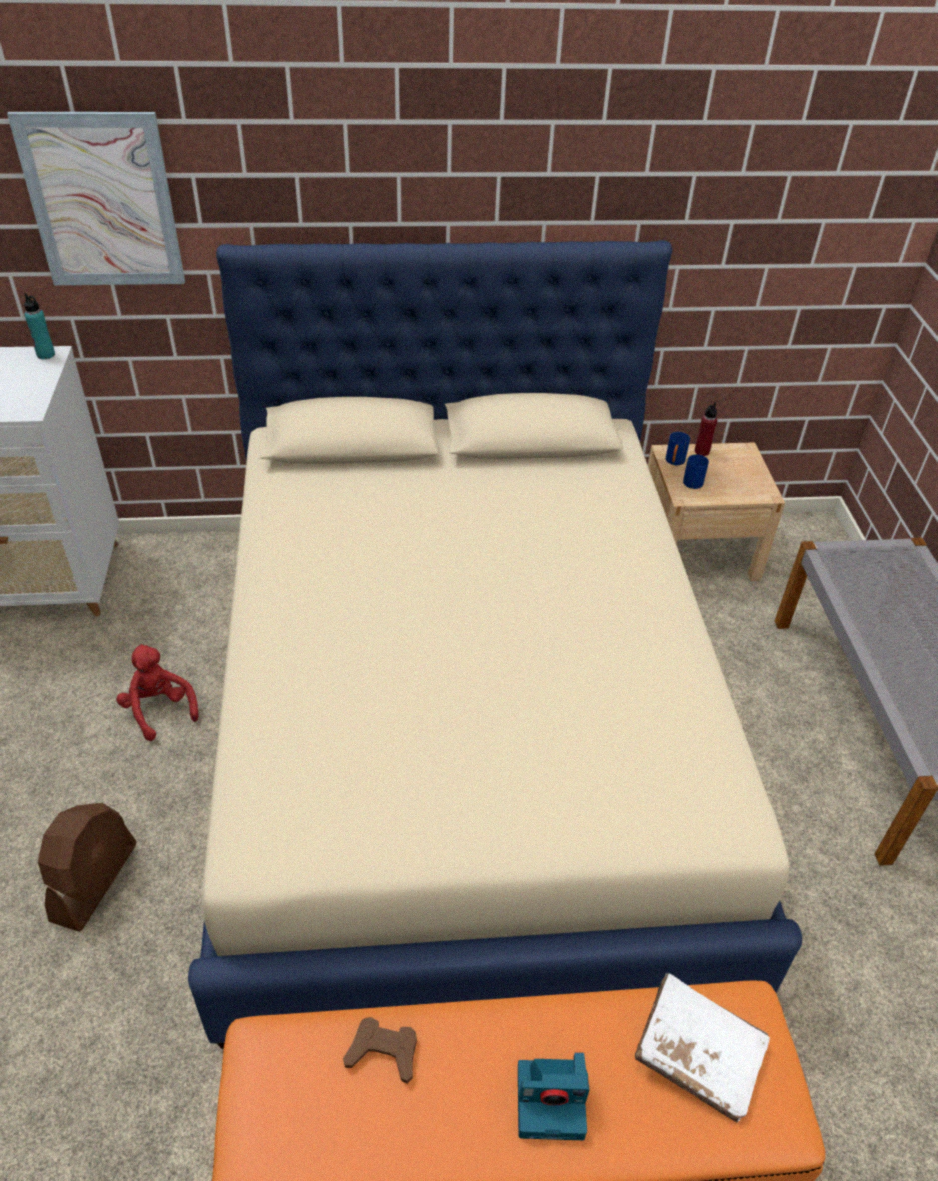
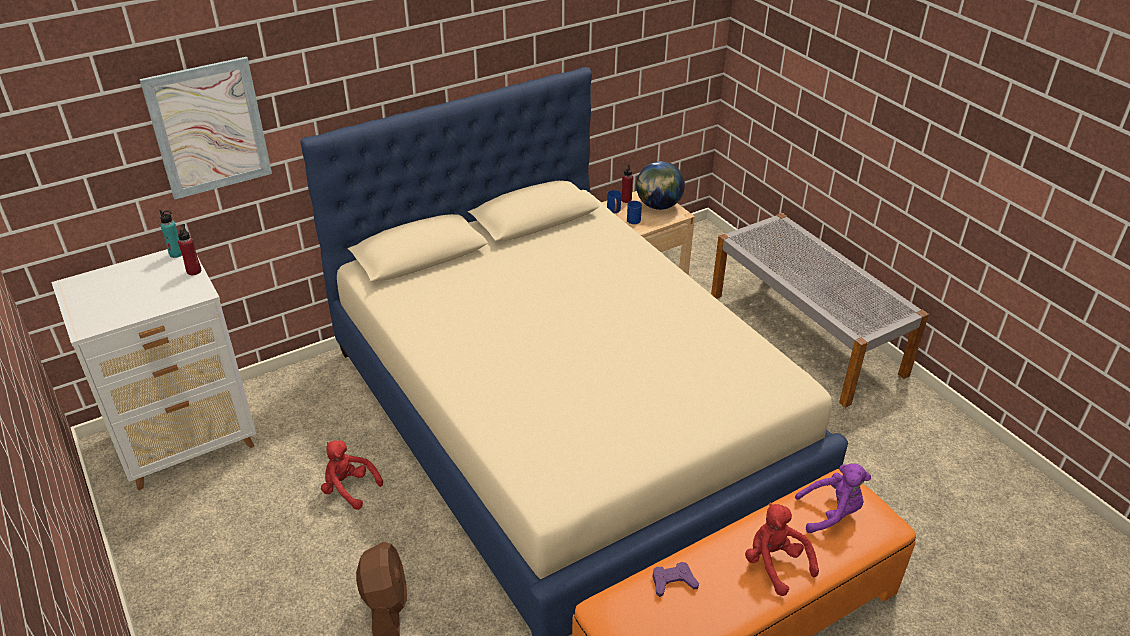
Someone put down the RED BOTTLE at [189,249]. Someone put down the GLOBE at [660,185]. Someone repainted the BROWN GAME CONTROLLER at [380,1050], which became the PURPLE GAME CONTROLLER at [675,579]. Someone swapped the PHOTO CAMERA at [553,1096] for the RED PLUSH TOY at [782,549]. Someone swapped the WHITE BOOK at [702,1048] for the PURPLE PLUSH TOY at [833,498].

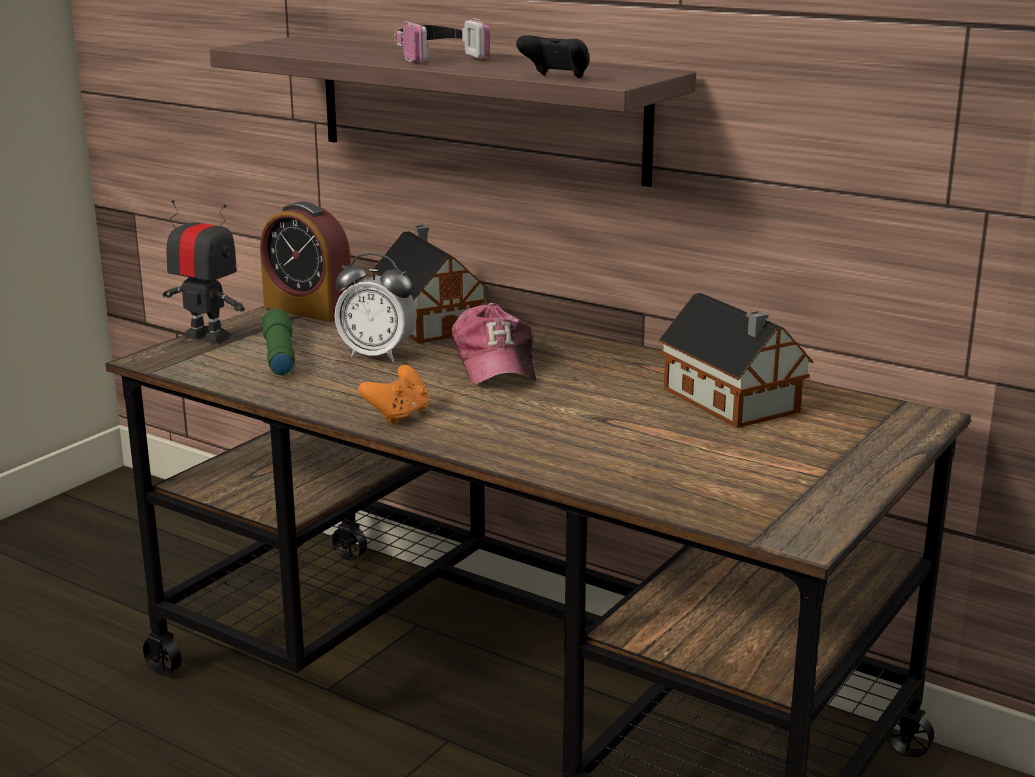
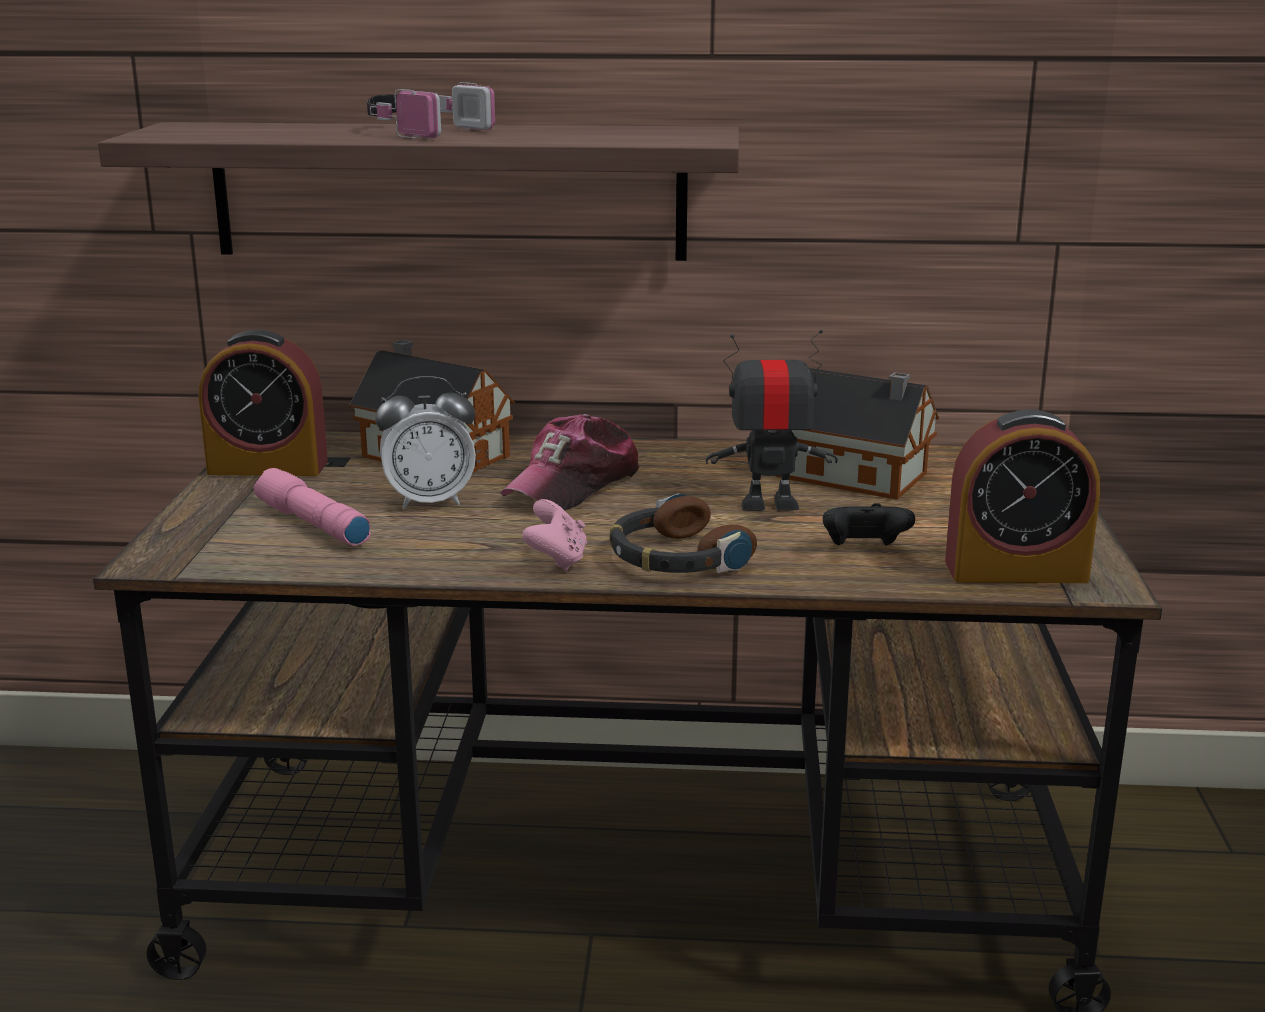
Someone repainted the GREEN FLASHLIGHT at [278,341], which became the PINK FLASHLIGHT at [312,507]. Someone rotated the CAP at [493,344] by 75 degrees clockwise. Someone repainted the ORANGE GAME CONTROLLER at [393,395], which became the PINK GAME CONTROLLER at [554,535]. Someone put down the HEADPHONES at [683,533]. Someone carried the TOY ROBOT from [204,272] to [772,420]. Someone carried the BLACK GAME CONTROLLER from [552,56] to [869,524]. Someone put down the ALARM CLOCK at [1022,496].

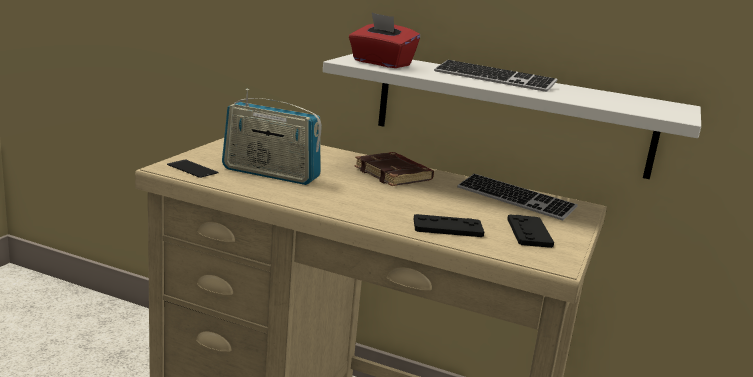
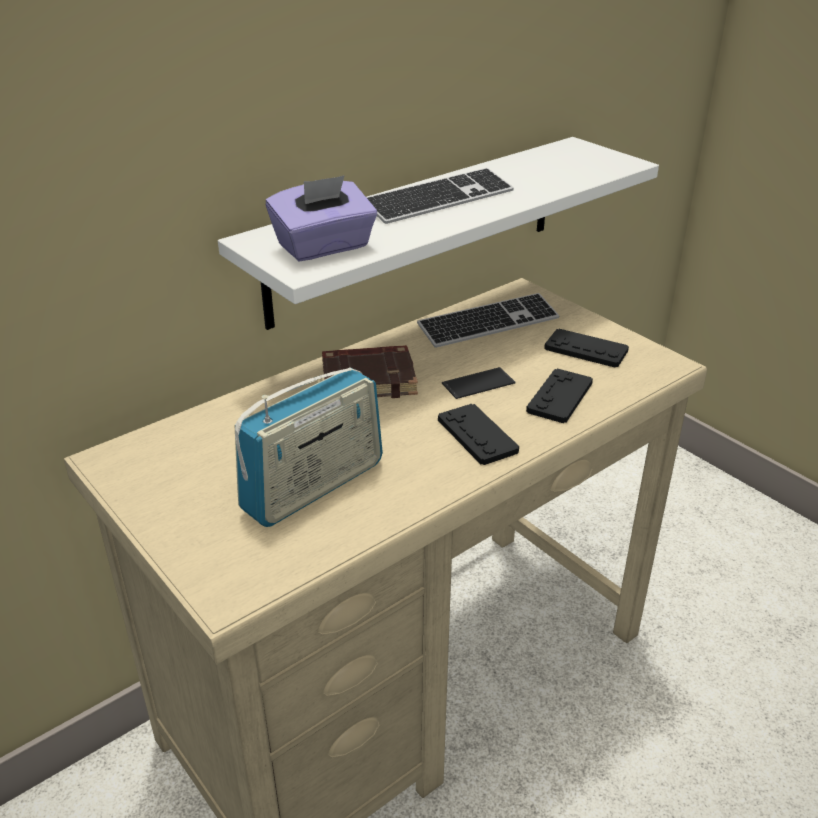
Someone repainted the RED TISSUE BOX at [384,40], which became the PURPLE TISSUE BOX at [321,218]. Someone put down the BLACK GAME CONTROLLER at [478,434]. Someone carried the PHONE from [192,168] to [479,383].

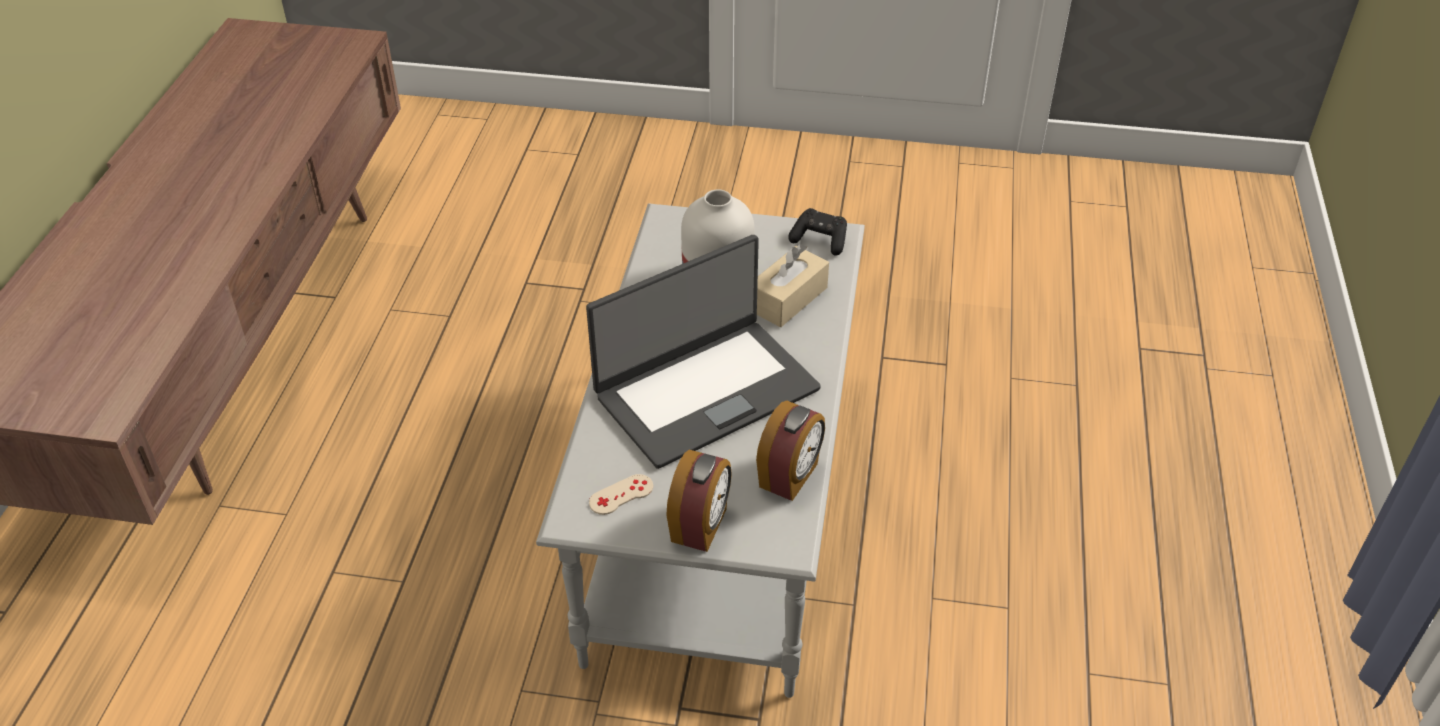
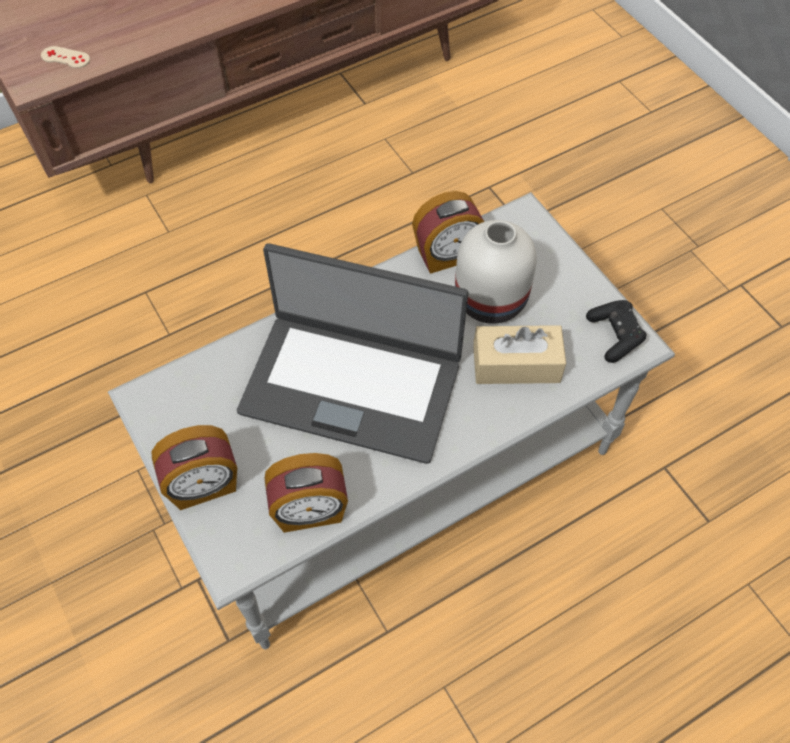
Someone carried the BEIGE GAME CONTROLLER from [621,494] to [65,57]. Someone put down the ALARM CLOCK at [448,232].

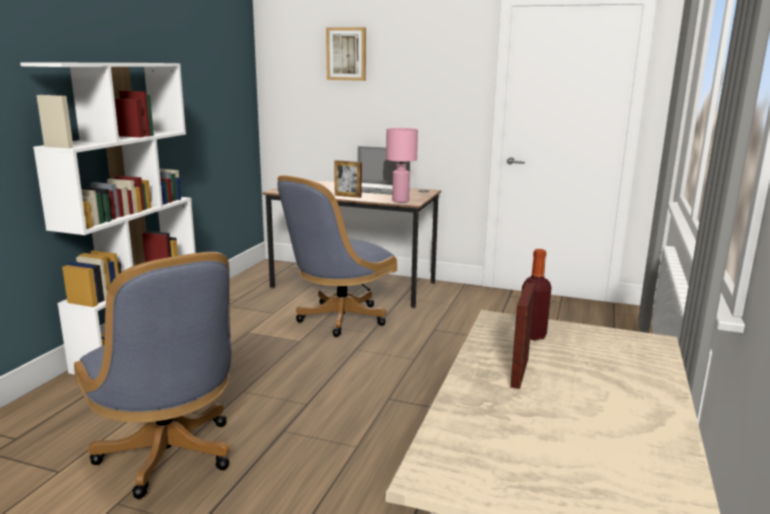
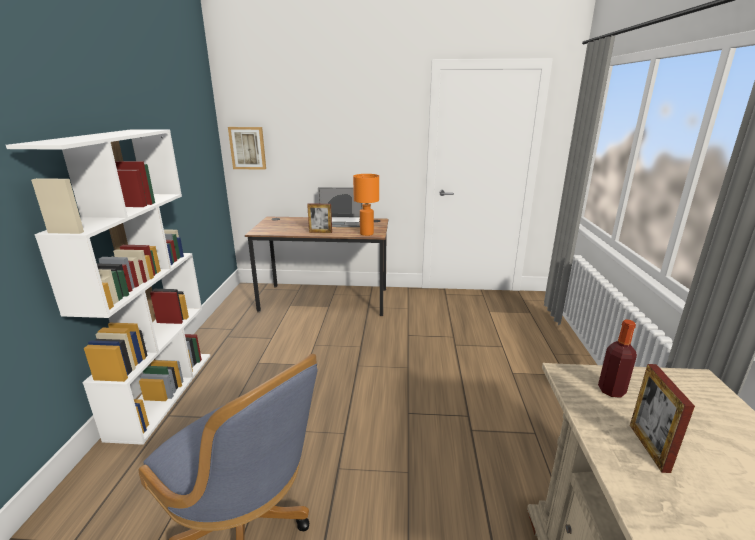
Someone carried the PICTURE from [346,54] to [247,148]. Someone repainted the PINK TABLE LAMP at [402,165], which became the ORANGE TABLE LAMP at [366,205]. Someone took away the BLUE OFFICE CHAIR at [337,256].

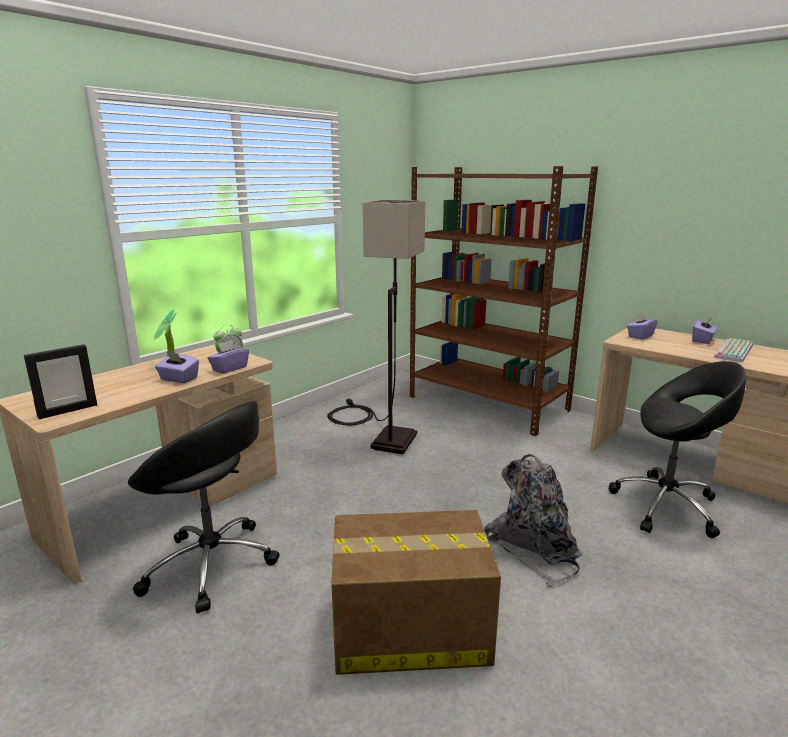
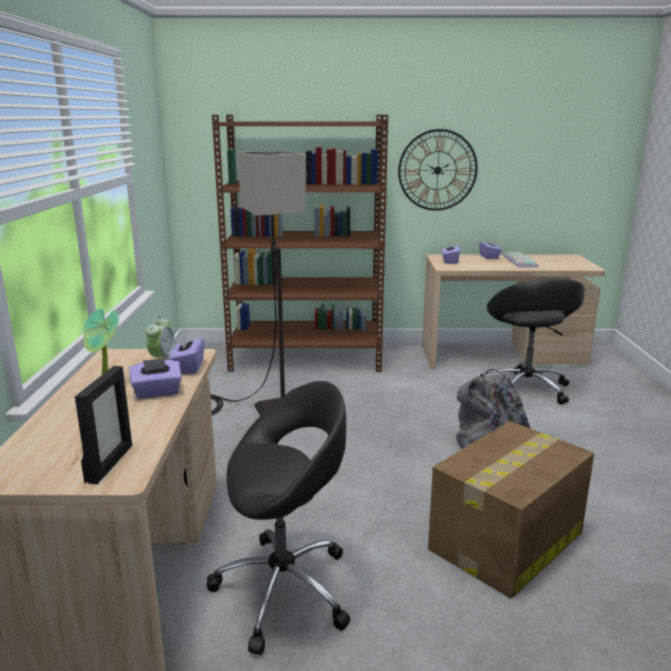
Someone put up the WALL CLOCK at [438,170]. Someone rotated the BLACK OFFICE CHAIR at [677,449] by 105 degrees clockwise.

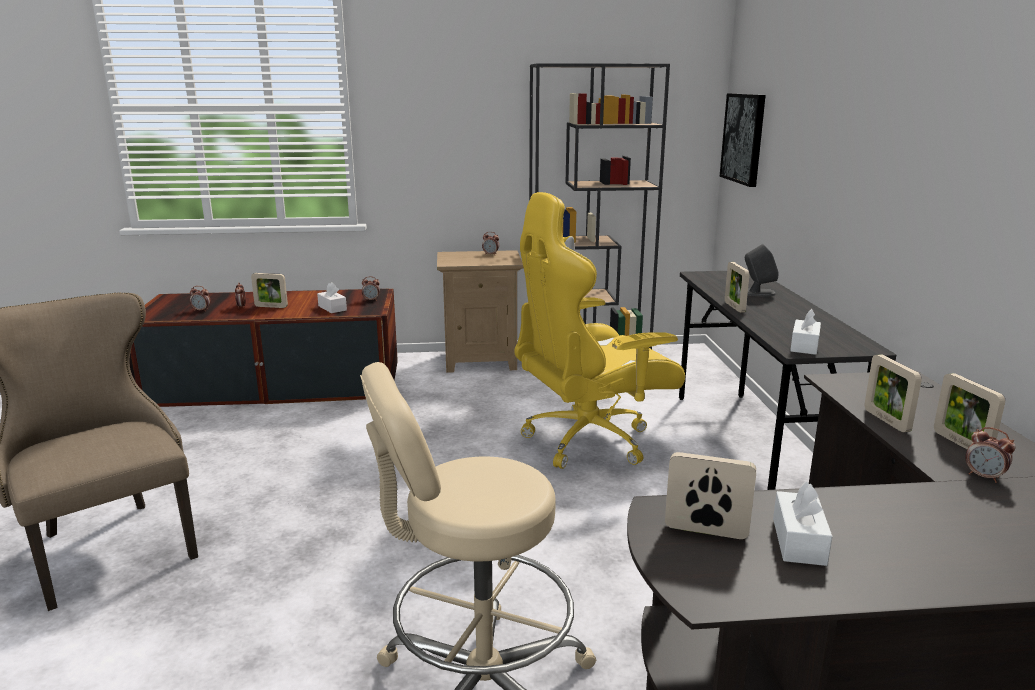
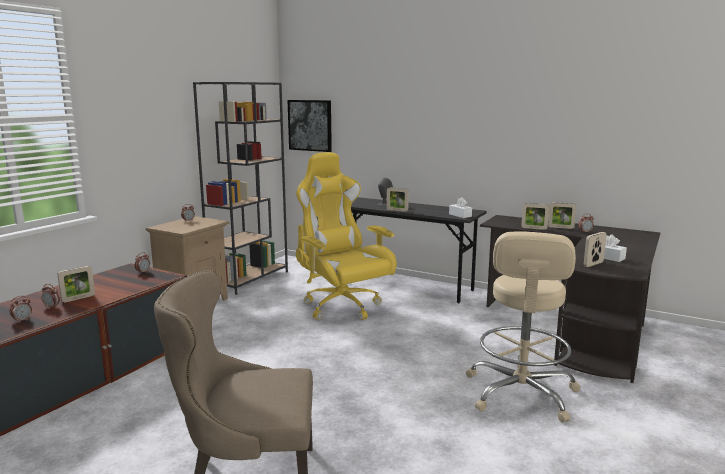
Someone rotated the YELLOW OFFICE CHAIR at [599,330] by 135 degrees clockwise. Someone took away the WHITE TISSUE BOX at [332,297].

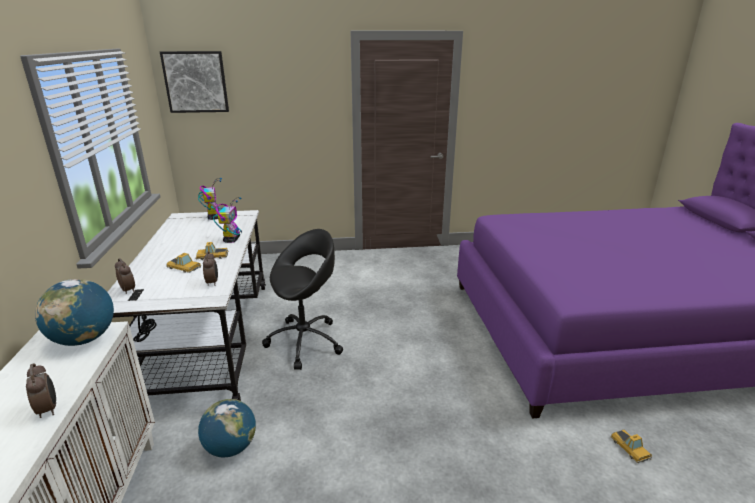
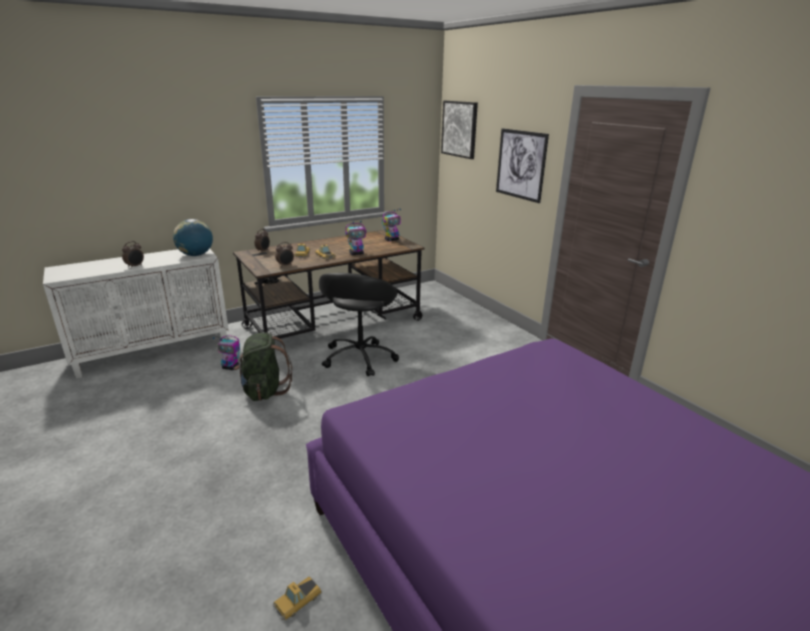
Someone swapped the GLOBE at [227,428] for the TOY ROBOT at [226,353]. Someone repainted the WHITE DESK at [187,305], which became the BROWN DESK at [328,284]. Someone put down the GREEN BACKPACK at [263,366]. Someone rotated the BLACK OFFICE CHAIR at [302,299] by 60 degrees clockwise. Someone put up the PICTURE at [522,165].

